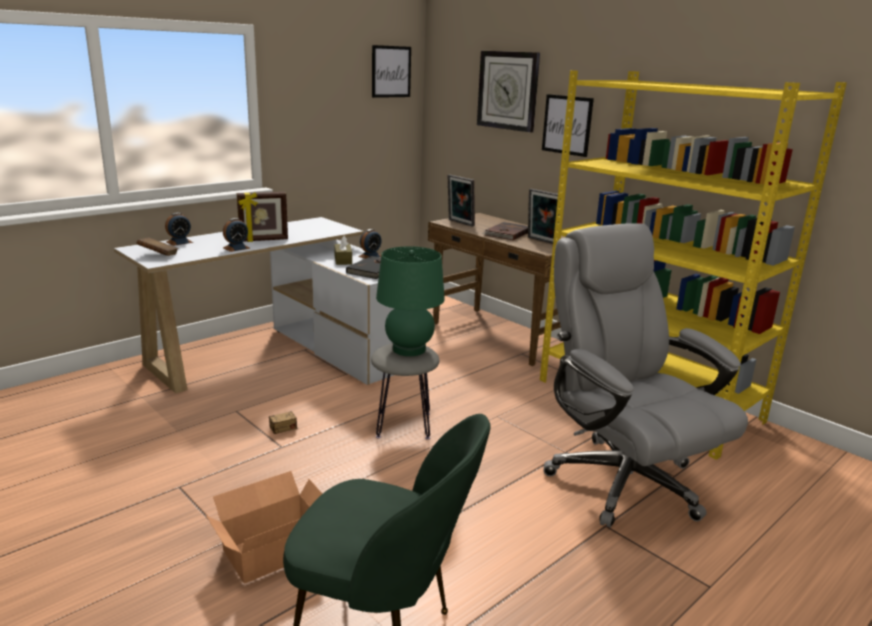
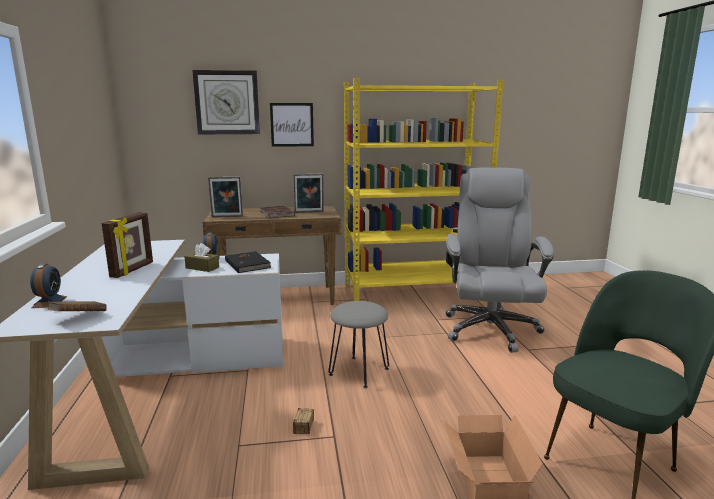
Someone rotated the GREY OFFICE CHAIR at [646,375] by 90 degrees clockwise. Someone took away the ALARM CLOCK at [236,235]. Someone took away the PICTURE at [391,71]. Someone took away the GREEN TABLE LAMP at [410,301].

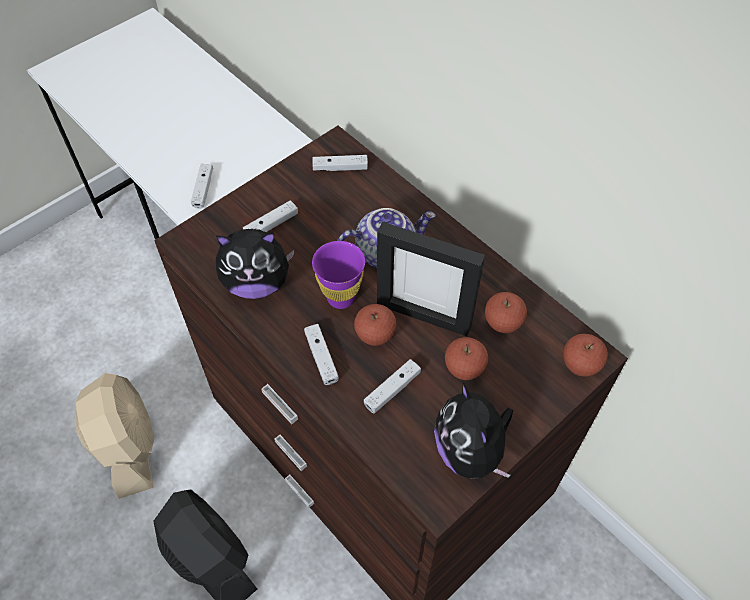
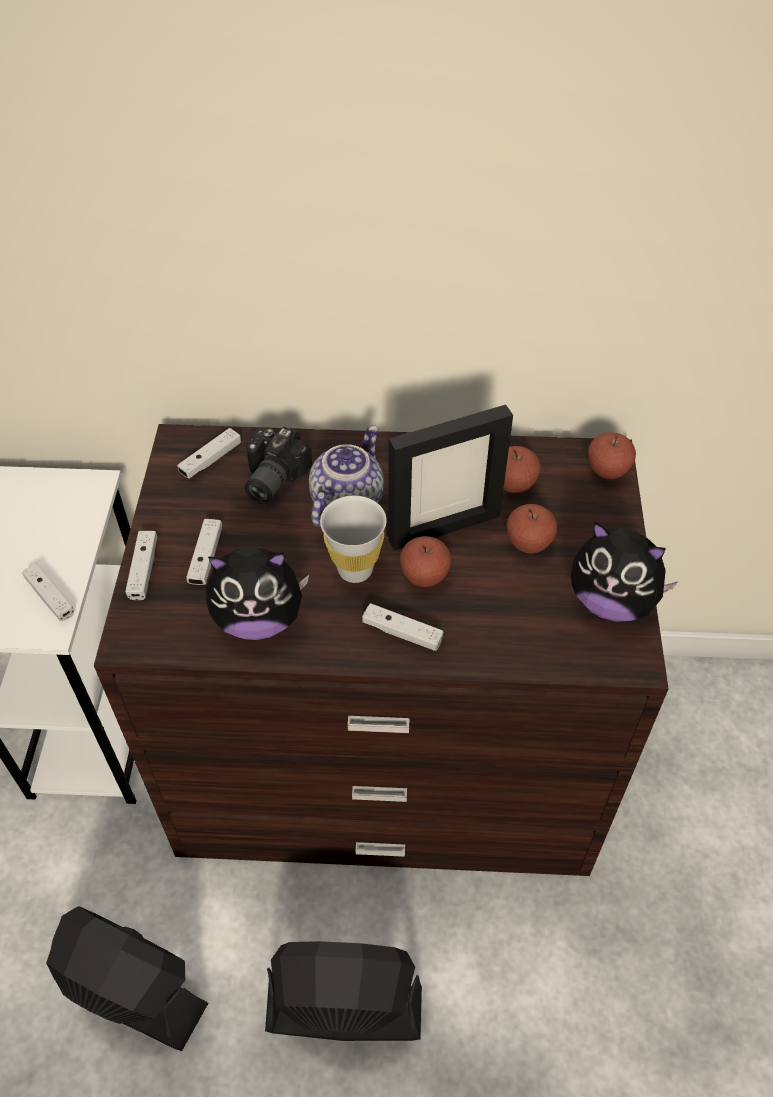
Someone repainted the BEIGE FAN at [114,436], which became the BLACK FAN at [127,978]. Someone carried the WHITE GAME CONTROLLER from [392,386] to [141,565]. Someone rotated the PLUSH TOY at [255,264] by 45 degrees clockwise. Someone put down the PHOTO CAMERA at [278,465]. Someone repainted the PURPLE CUP at [338,275], which became the WHITE CUP at [353,539].

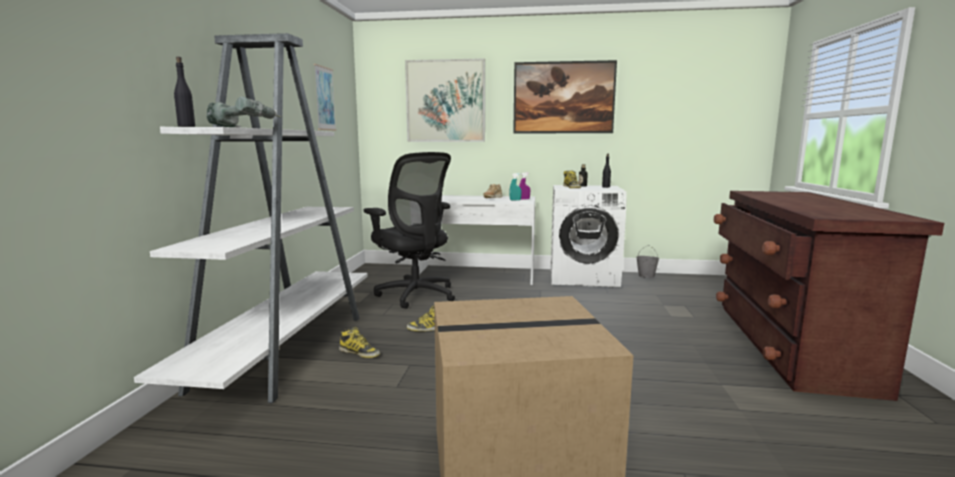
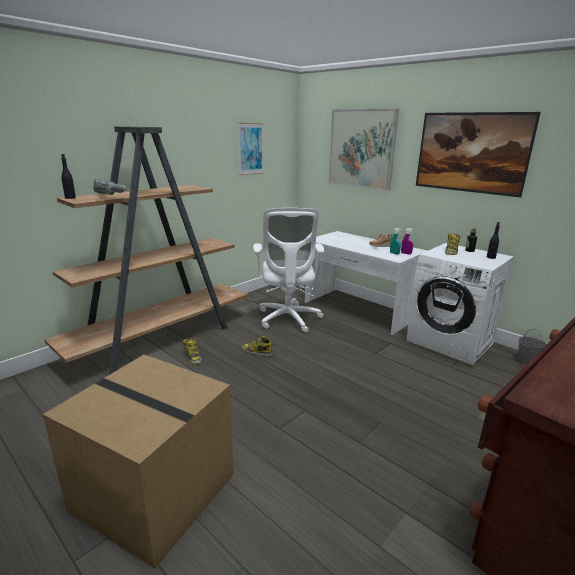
Someone repainted the WHITE BOOKCASE at [251,218], which became the BROWN BOOKCASE at [146,250]. Someone repainted the BLACK OFFICE CHAIR at [409,230], which became the WHITE OFFICE CHAIR at [288,270].

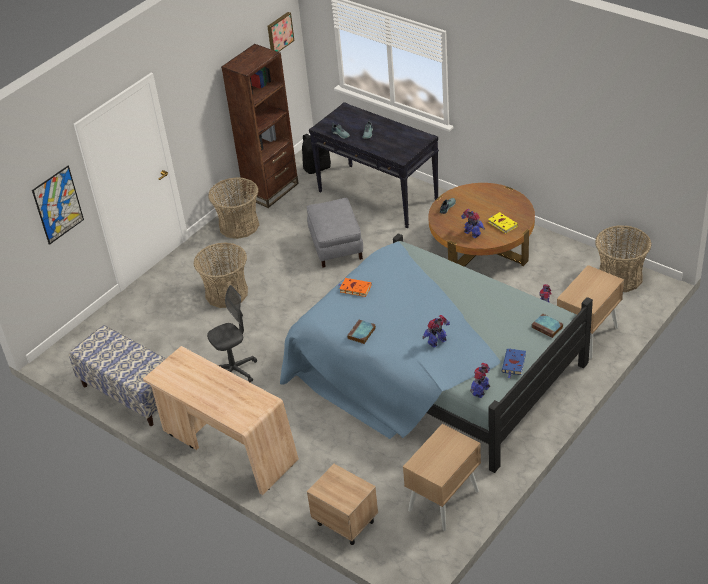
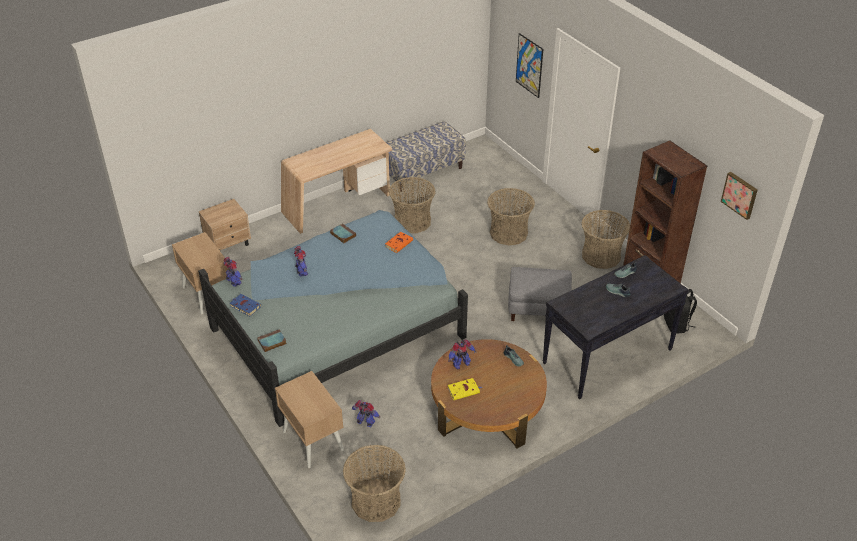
Someone swapped the GREY OFFICE CHAIR at [232,334] for the BASKET at [412,205].

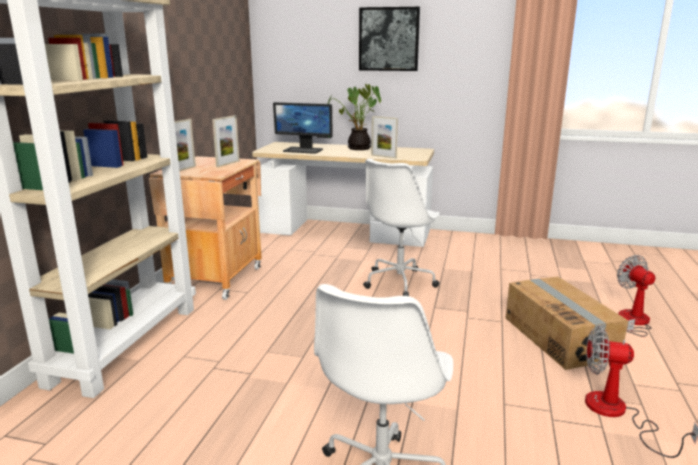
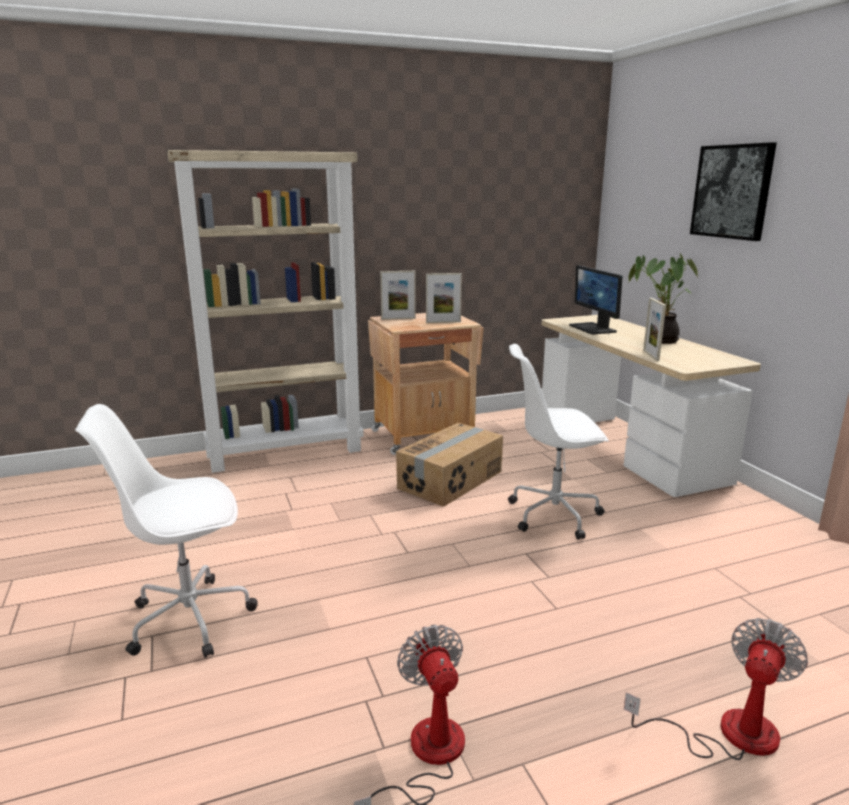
Someone carried the CARDBOARD BOX from [567,323] to [449,465].

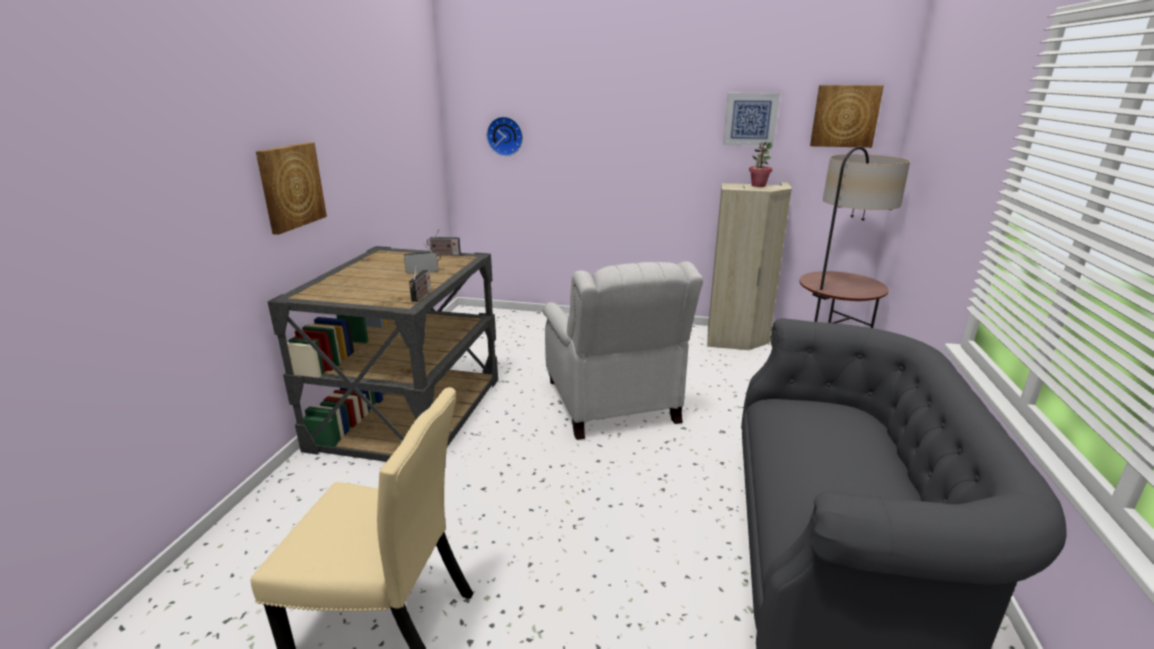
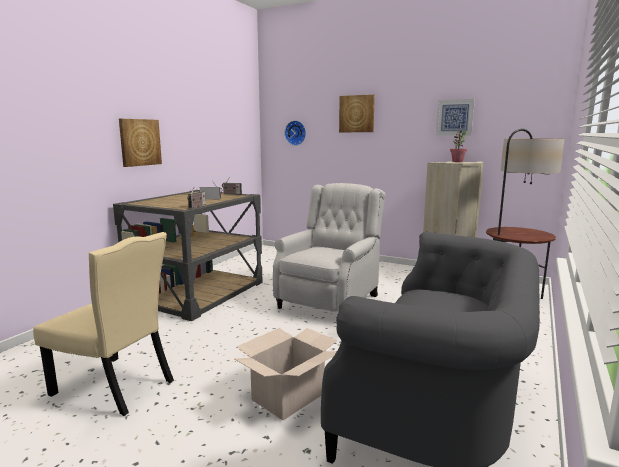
Someone put down the CARDBOARD BOX at [286,374]. Someone rotated the WHITE ARMCHAIR at [623,350] by 150 degrees counterclockwise. Someone carried the PICTURE from [847,116] to [357,113].

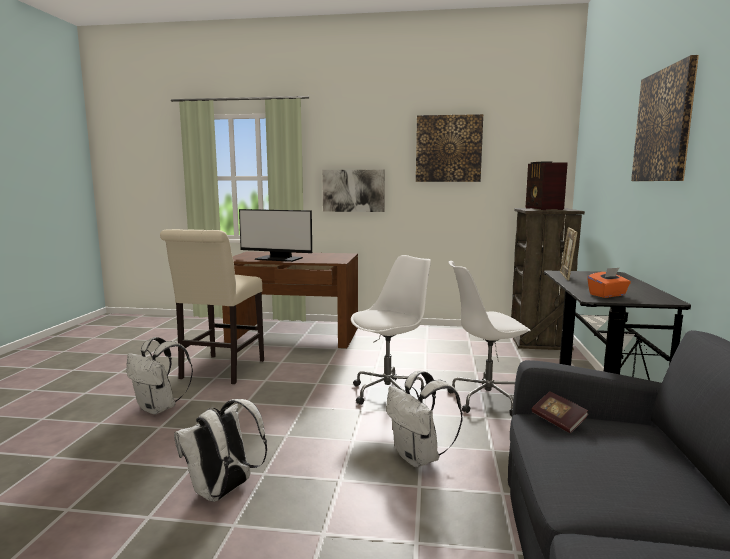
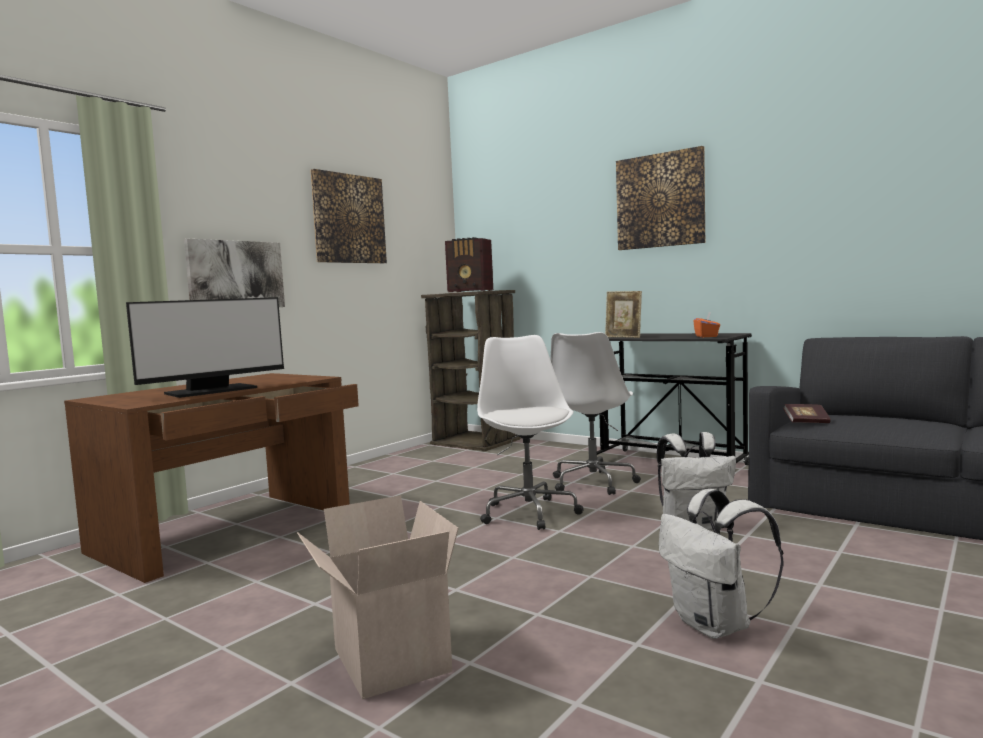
Someone swapped the WHITE BACKPACK at [160,376] for the CARDBOARD BOX at [378,597]. Someone took away the BEIGE STOOL at [212,306].

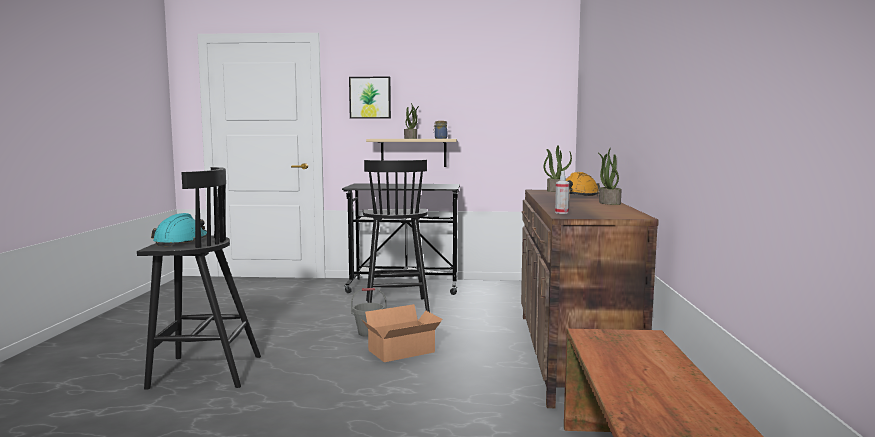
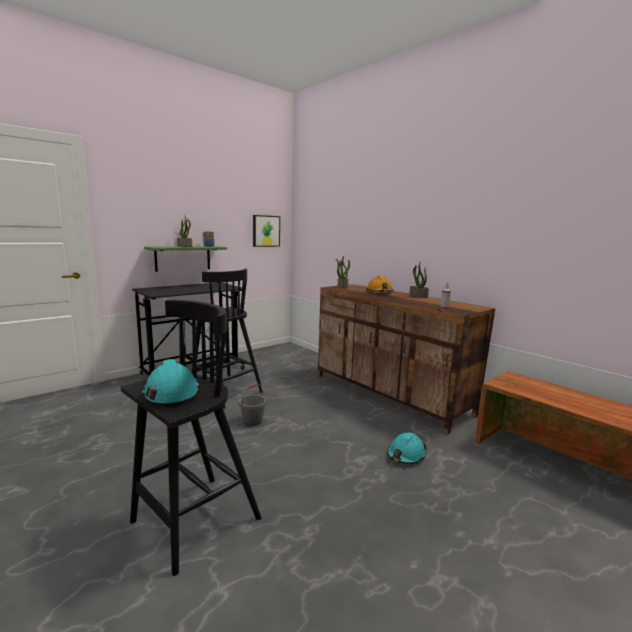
Someone repainted the BEIGE SHELF at [411,153], which became the GREEN SHELF at [185,259]. Someone carried the PICTURE from [370,98] to [266,231]. Someone put down the TURQUOISE HARD HAT at [407,448]. Someone took away the CARDBOARD BOX at [402,333].

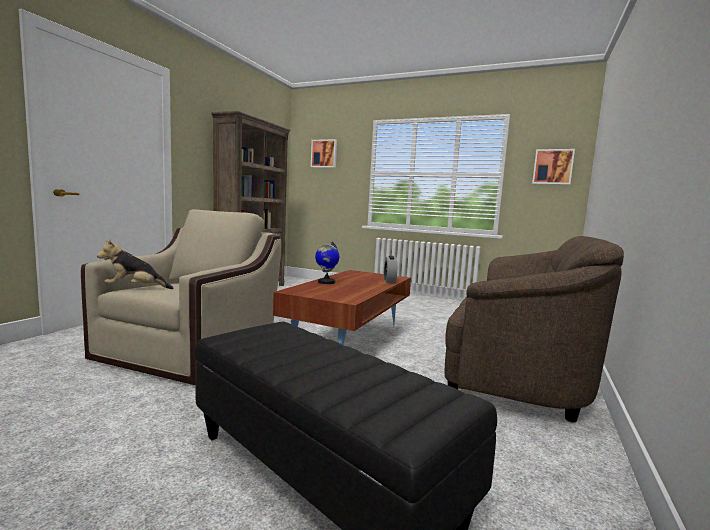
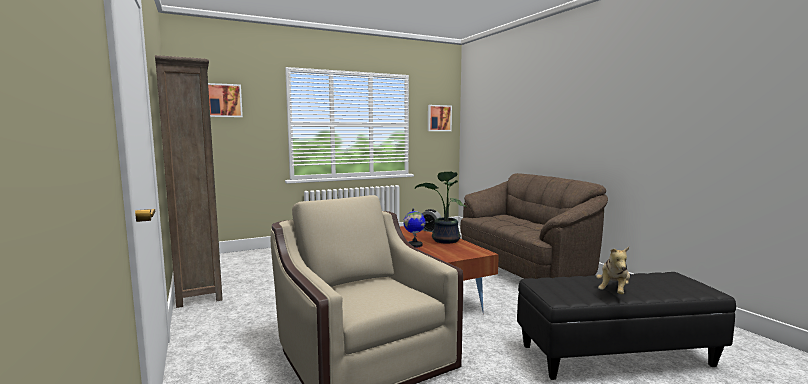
Someone put down the POTTED PLANT at [441,208]. Someone carried the PLUSH TOY from [135,264] to [613,270].

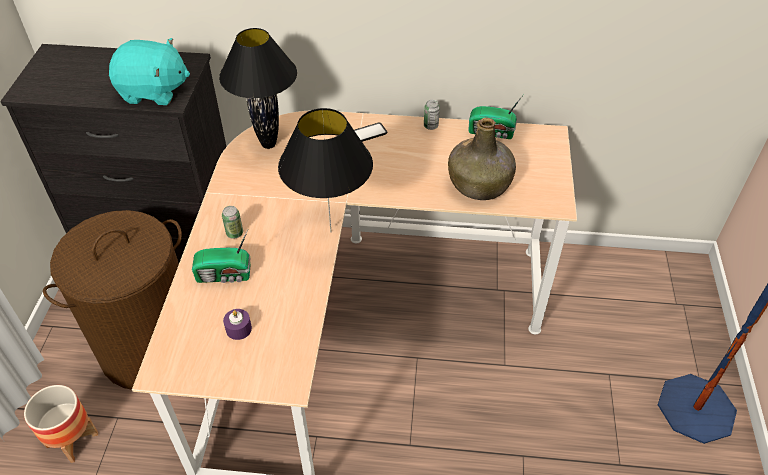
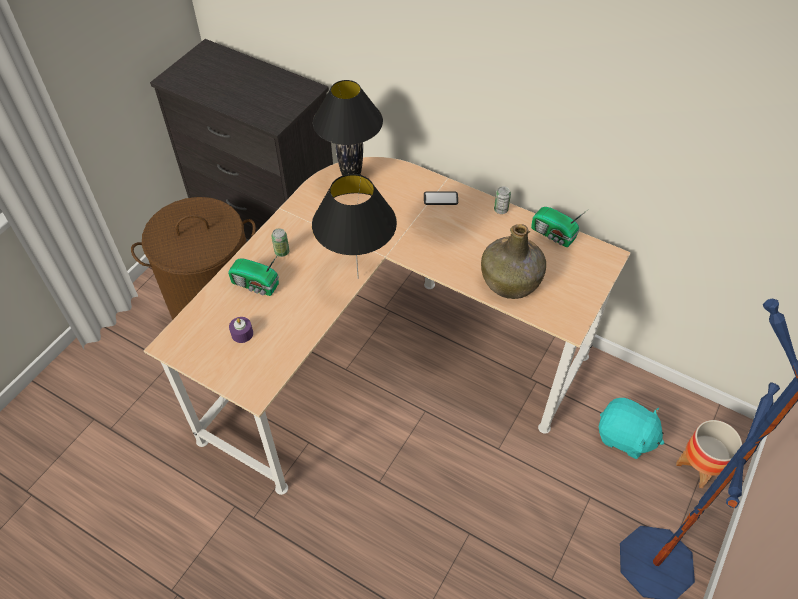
Someone carried the TURQUOISE PLUSH TOY from [149,71] to [631,428]. Someone carried the PLANTER from [61,424] to [709,454].

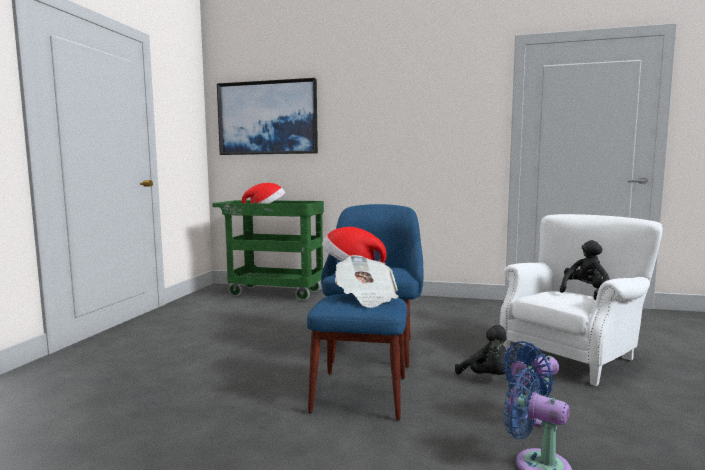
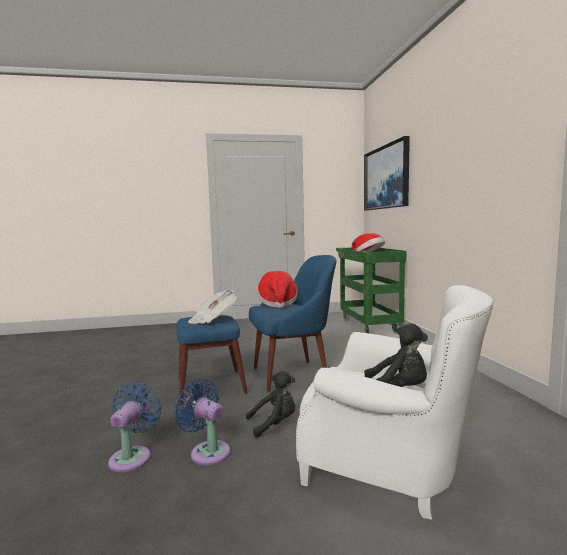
Someone rotated the BLACK PLUSH TOY at [484,350] by 135 degrees counterclockwise.

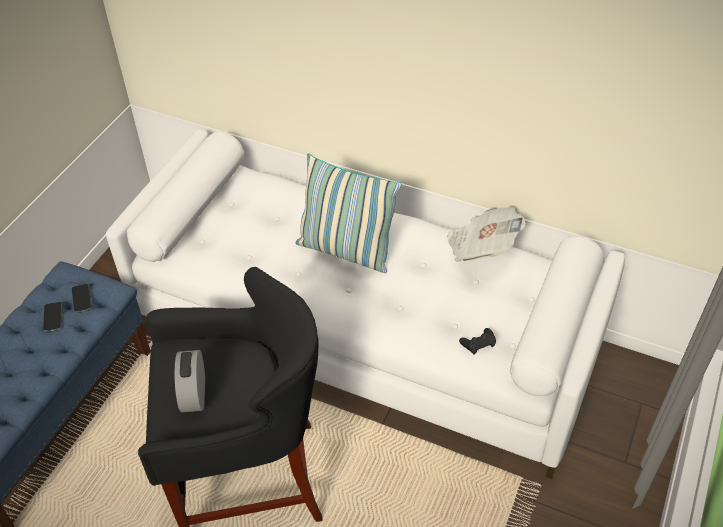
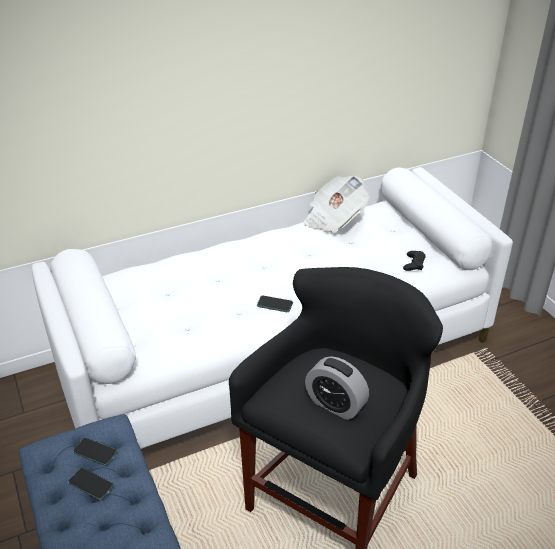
Someone put down the PHONE at [275,304]. Someone took away the PILLOW at [349,213].

